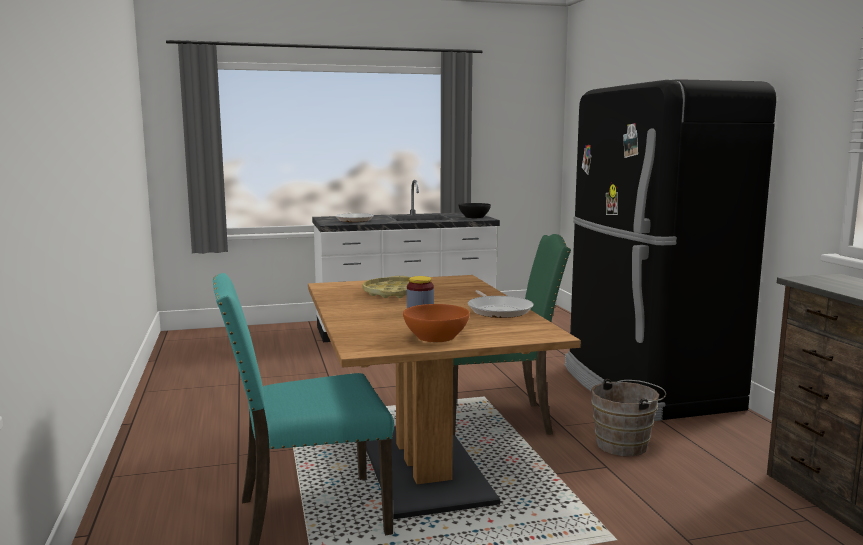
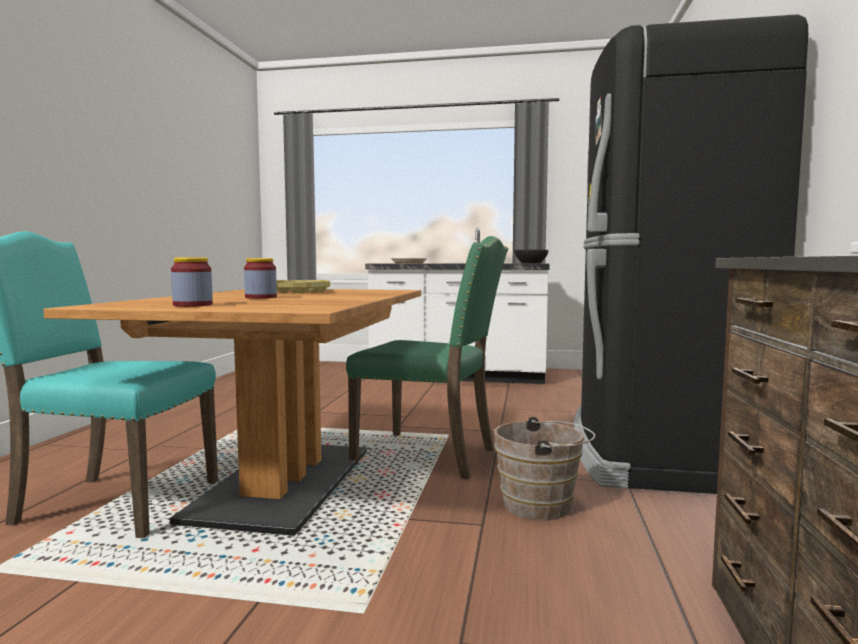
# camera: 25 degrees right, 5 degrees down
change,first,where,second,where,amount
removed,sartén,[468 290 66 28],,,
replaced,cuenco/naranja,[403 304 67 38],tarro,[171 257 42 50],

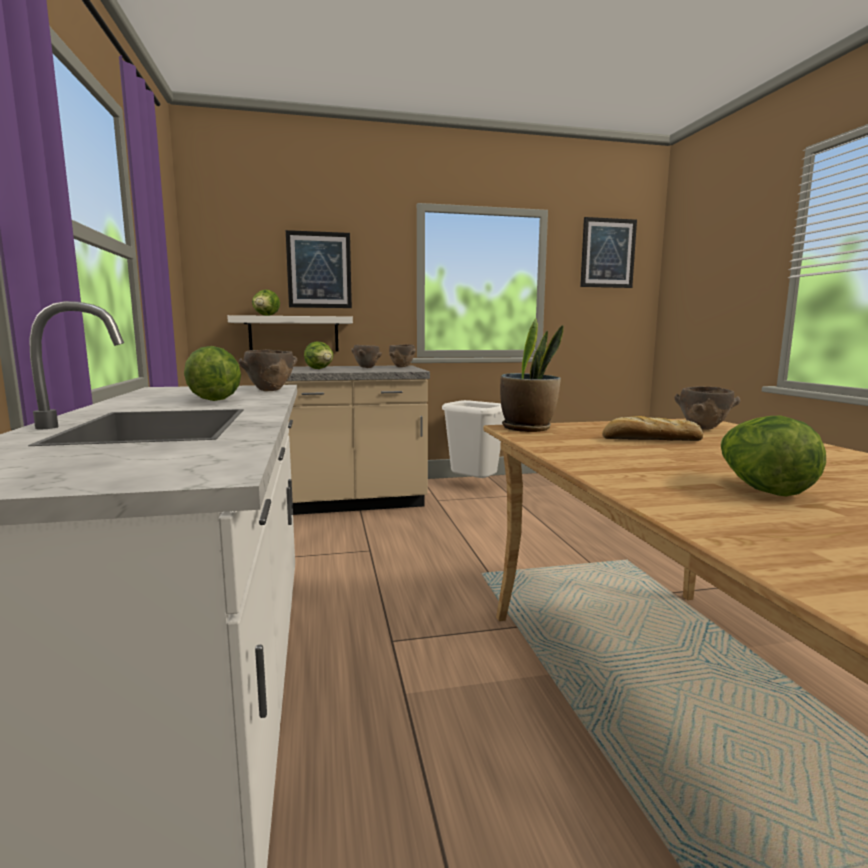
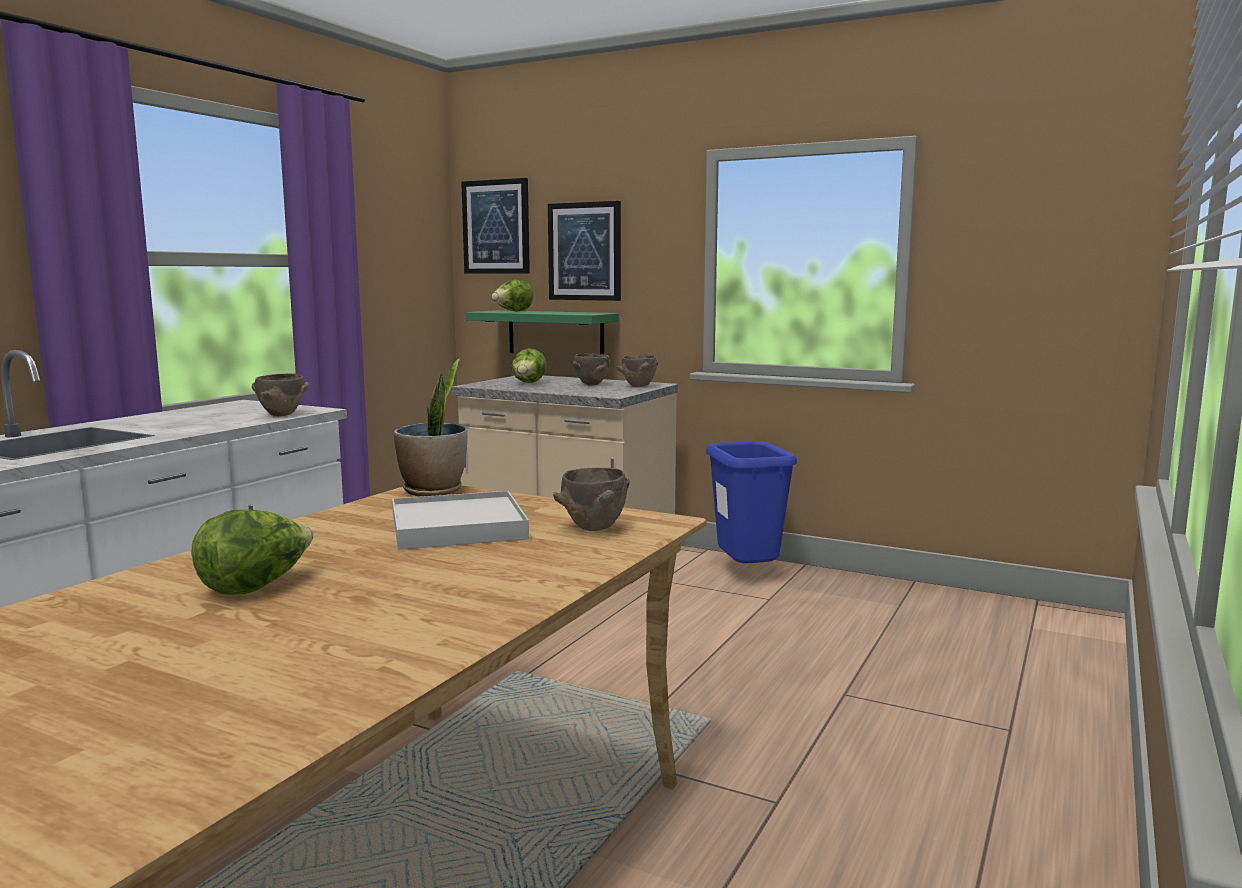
# camera: 40 degrees right, 0 degrees up
change,first,where,second,where,amount
removed,lechuga,[184 346 57 55],,,
moved,cuadro,[580 217 57 71],,[461 178 69 95],
replaced,pan,[602 416 101 25],bandeja/blanco,[392 491 137 59],
recoloured,estante/blanco,[227 315 126 37],estante/verde,[466 310 153 44],
recoloured,papelera/blanco,[442 400 63 78],papelera/azul,[706 441 91 122],

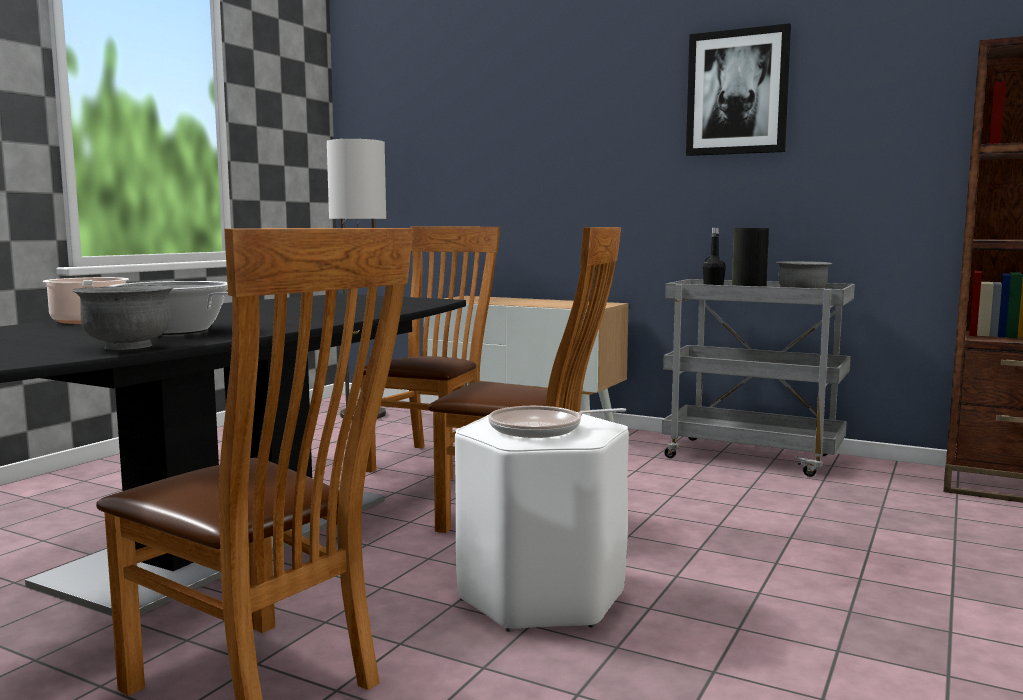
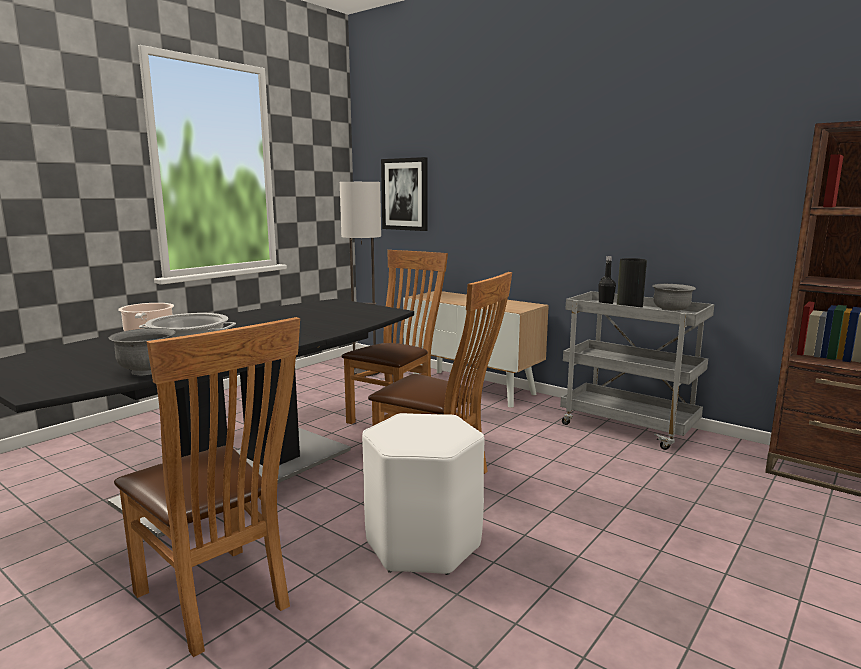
# camera: 10 degrees right, 5 degrees up
change,first,where,second,where,amount
removed,sartén,[488 406 138 32],,,
moved,cuadro,[686 23 105 133],,[381 157 47 74],

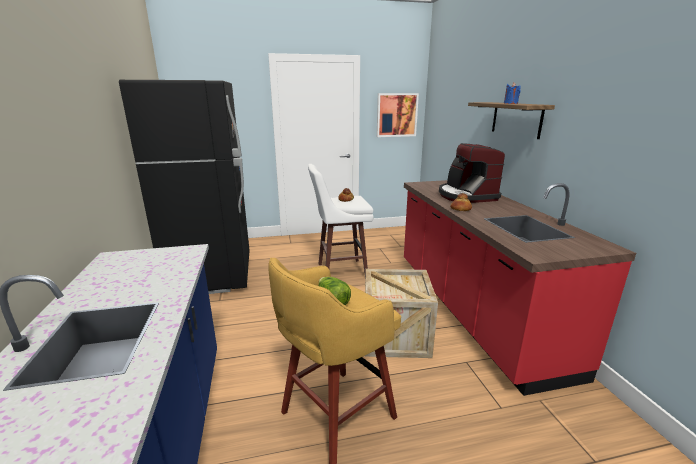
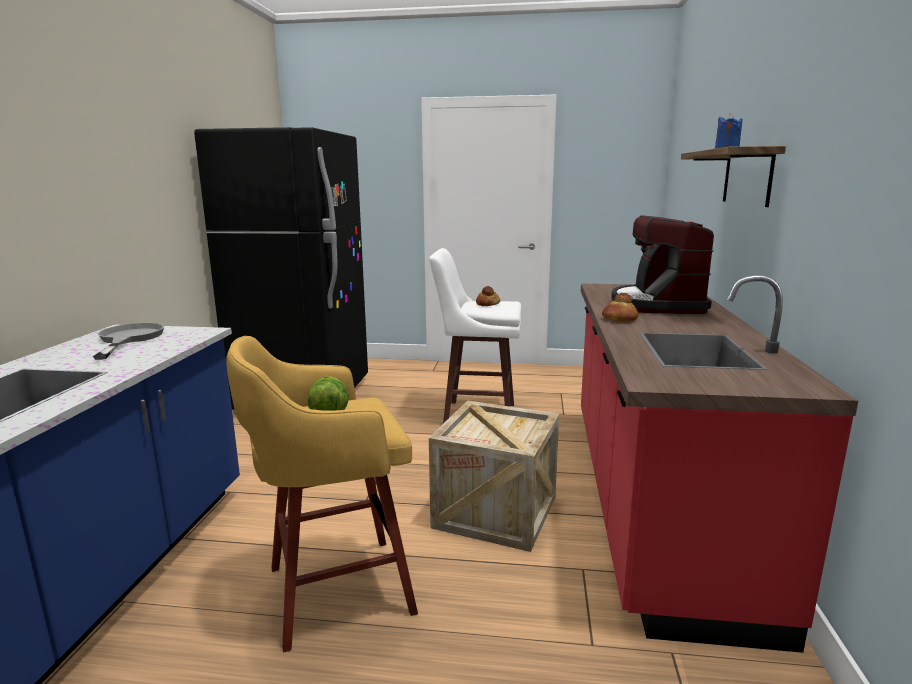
# camera: 20 degrees right, 5 degrees down
change,first,where,second,where,amount
removed,cuadro,[377 93 42 44],,,
added,,,sartén/gris,[93 323 71 37],

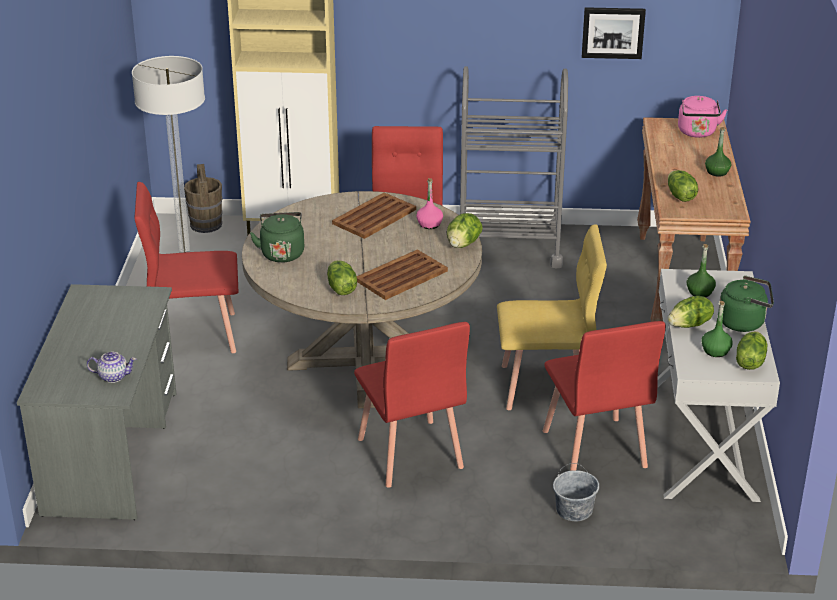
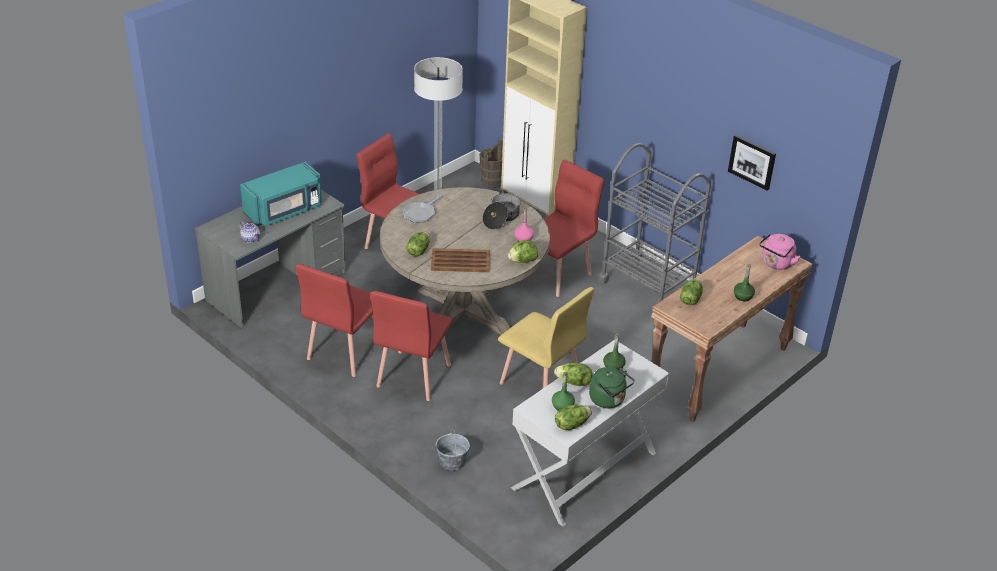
# camera: 40 degrees right, 5 degrees up
change,first,where,second,where,amount
added,,,microondas/turquesa,[240 162 82 64],
moved,silla/rojo,[543 321 123 150],,[296 264 78 113],
replaced,hervidor/verde,[250 212 54 51],sartén,[402 196 39 27],
replaced,bandeja/marrón,[332 192 84 47],olla,[483 190 38 40],

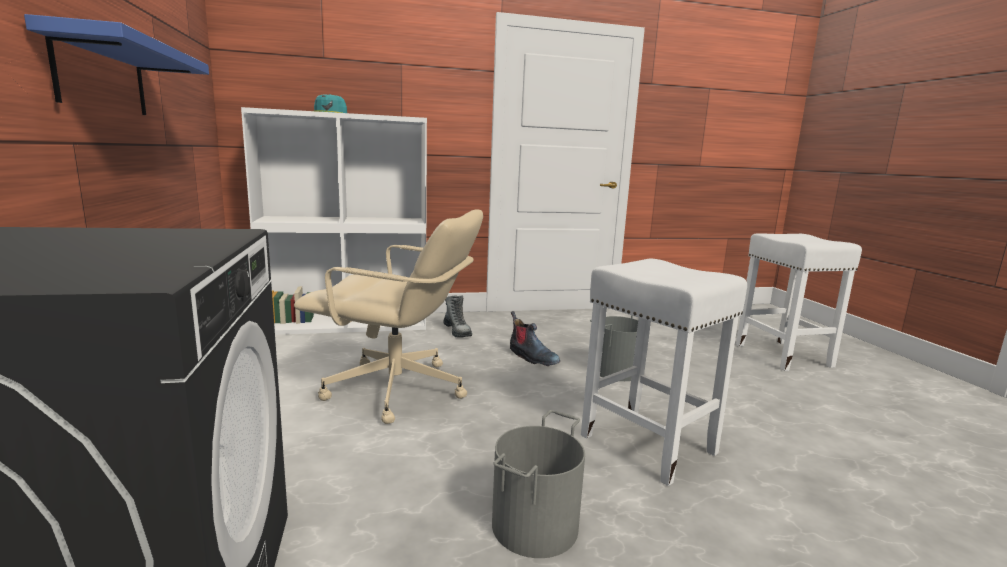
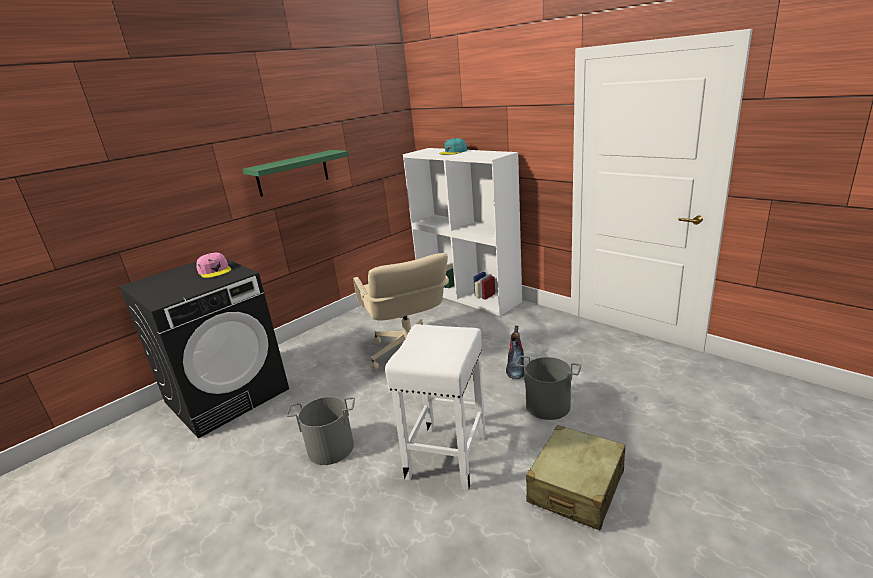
# camera: 60 degrees right, 10 degrees up
change,first,where,second,where,amount
removed,bota,[443 295 29 43],,,
removed,taburete/blanco,[736 233 126 138],,,
added,,,gorra/rosa,[196 253 35 25],
added,,,maleta/beis,[526 425 99 105],
recoloured,estante/azul,[24 14 185 101],estante/verde,[243 150 106 47],

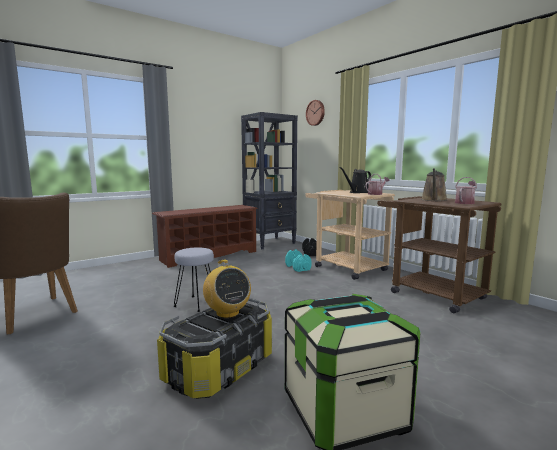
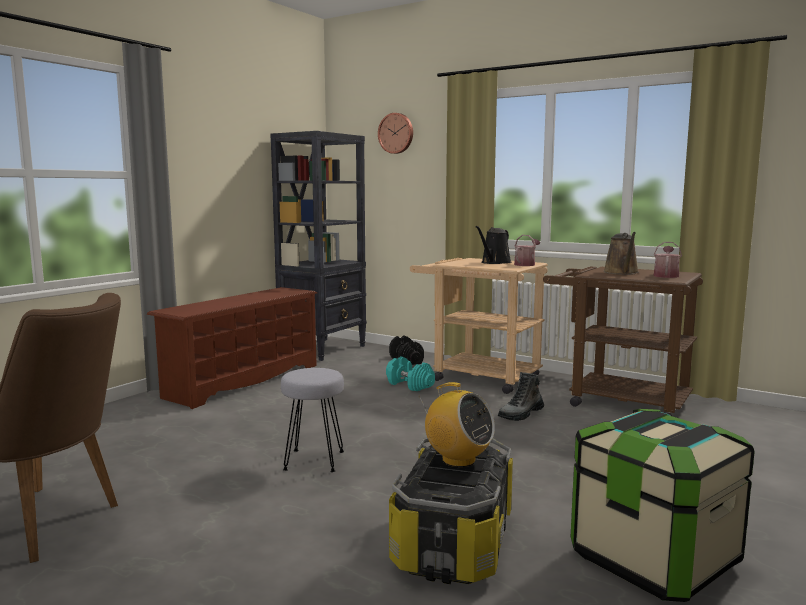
# camera: 20 degrees left, 0 degrees up
change,first,where,second,where,amount
added,,,bota,[498 372 46 49],

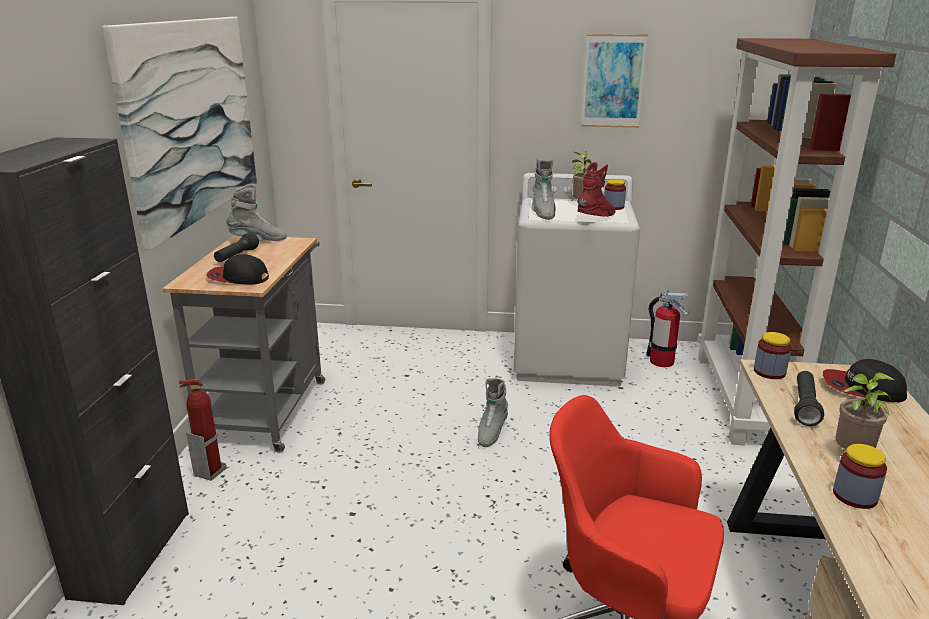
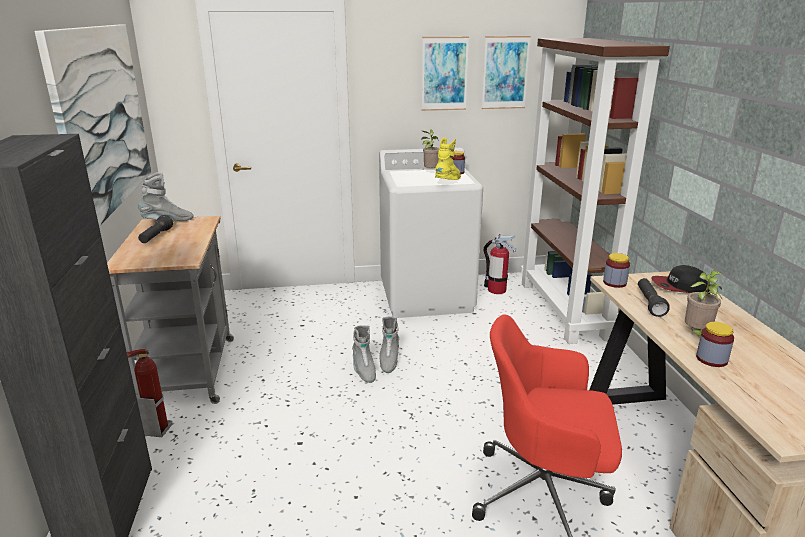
# camera: 15 degrees left, 0 degrees up
change,first,where,second,where,amount
removed,gorra,[206 254 63 30],,,
added,,,cuadro,[482 36 49 73],
moved,bota/gris,[532 159 23 61],,[352 325 24 58],
recoloured,bota/rojo,[577 162 38 55],bota/amarillo,[435 138 26 42],

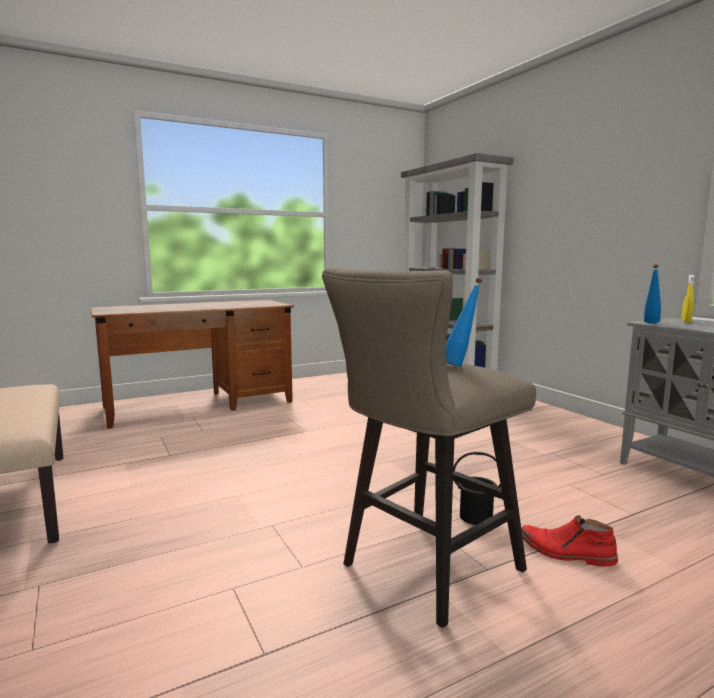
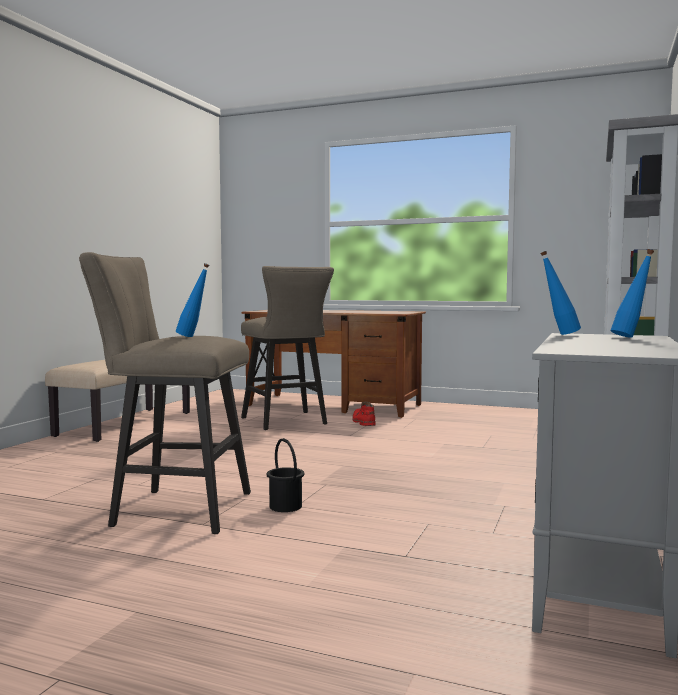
# camera: 50 degrees right, 5 degrees down
change,first,where,second,where,amount
added,,,taburete/beis,[241 266 93 164],
moved,bota/rojo,[521 515 97 52],,[352 402 24 24],
replaced,pulverizador/amarillo,[681 274 13 49],botella/azul,[610 249 44 89],

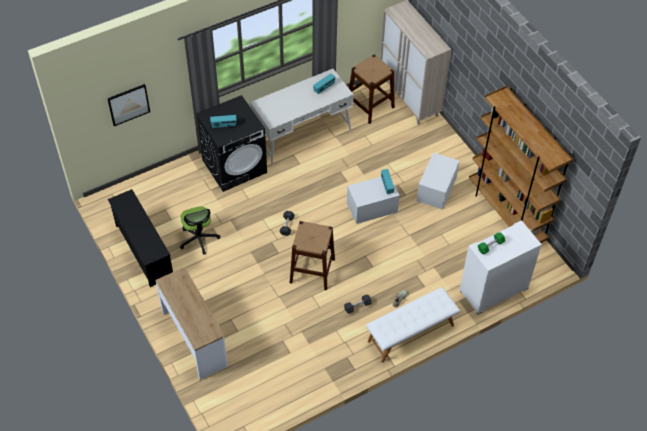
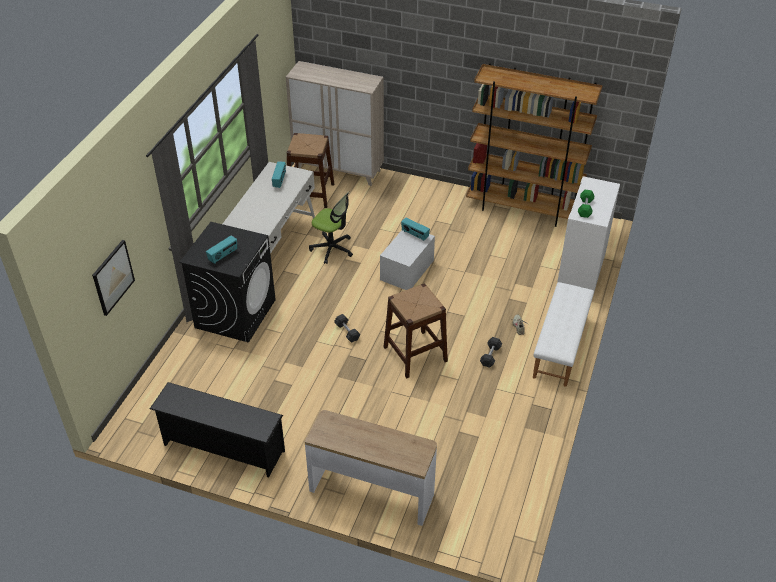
# camera: 40 degrees left, 10 degrees down
change,first,where,second,where,amount
removed,caja de almacenaje/blanco,[417 152 43 58],,,
moved,silla de oficina,[180 206 40 49],,[309 191 44 73],

